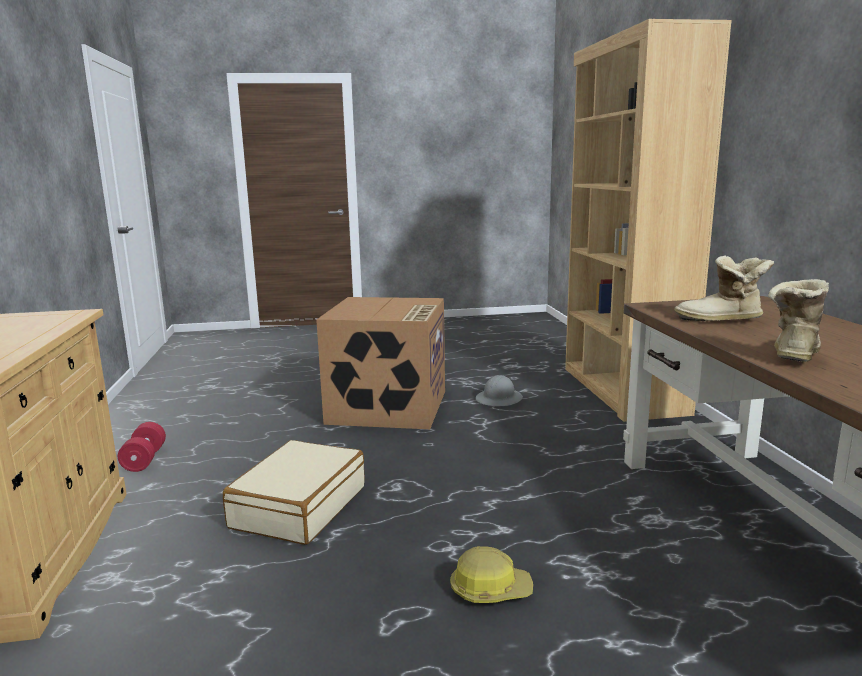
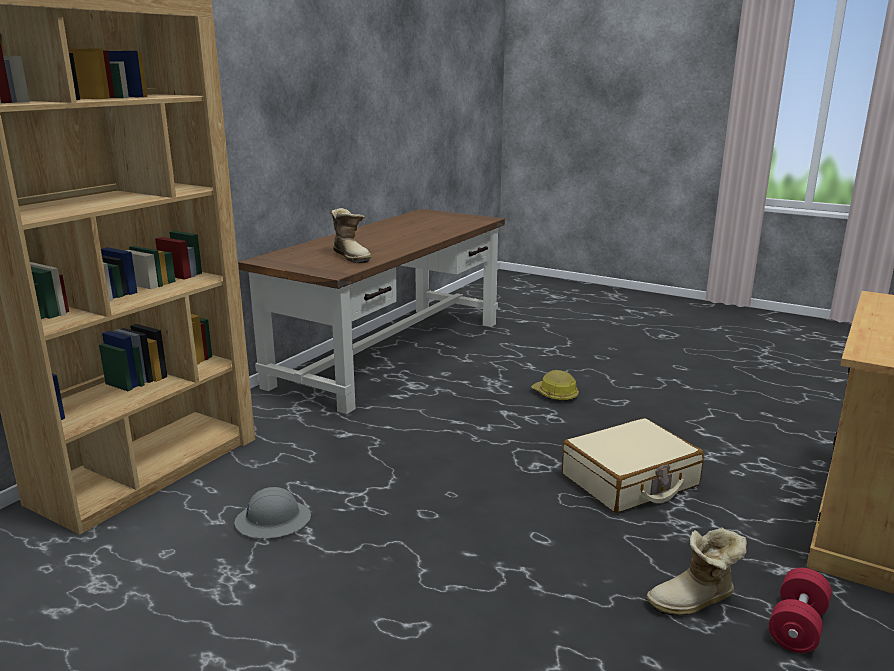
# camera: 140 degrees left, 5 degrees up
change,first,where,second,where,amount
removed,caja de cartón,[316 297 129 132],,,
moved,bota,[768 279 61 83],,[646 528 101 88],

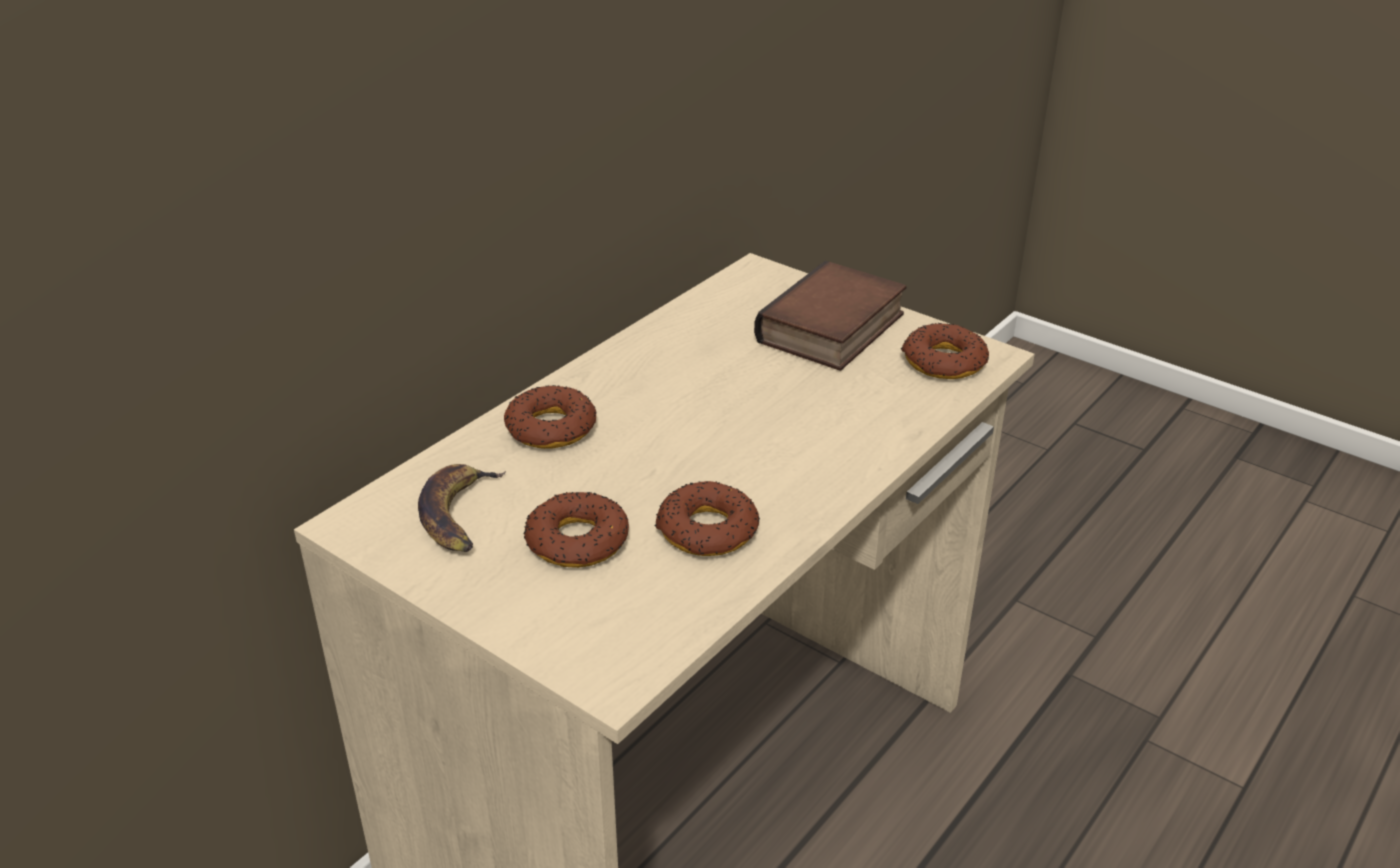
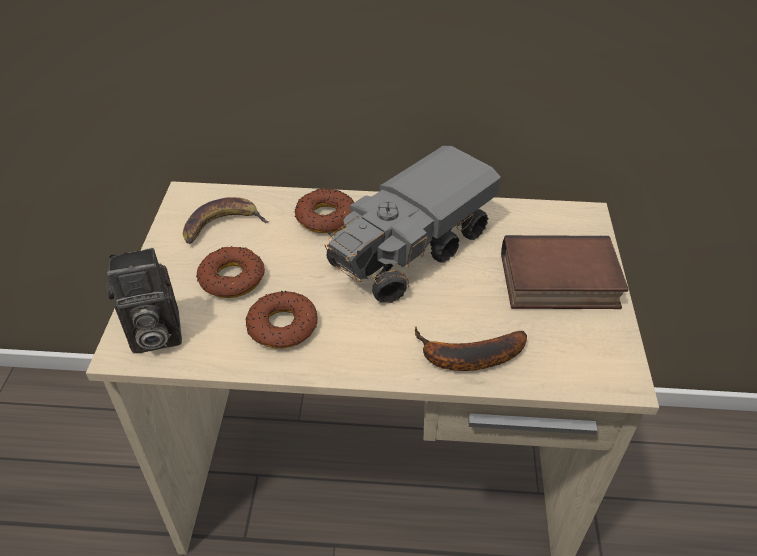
# camera: 55 degrees right, 10 degrees up
change,first,where,second,where,amount
removed,rosquilla,[901 323 88 56],,,
added,,,cámara,[106 248 76 105],
added,,,camión de juguete,[324 146 177 157],
added,,,plátano,[415 326 112 45],

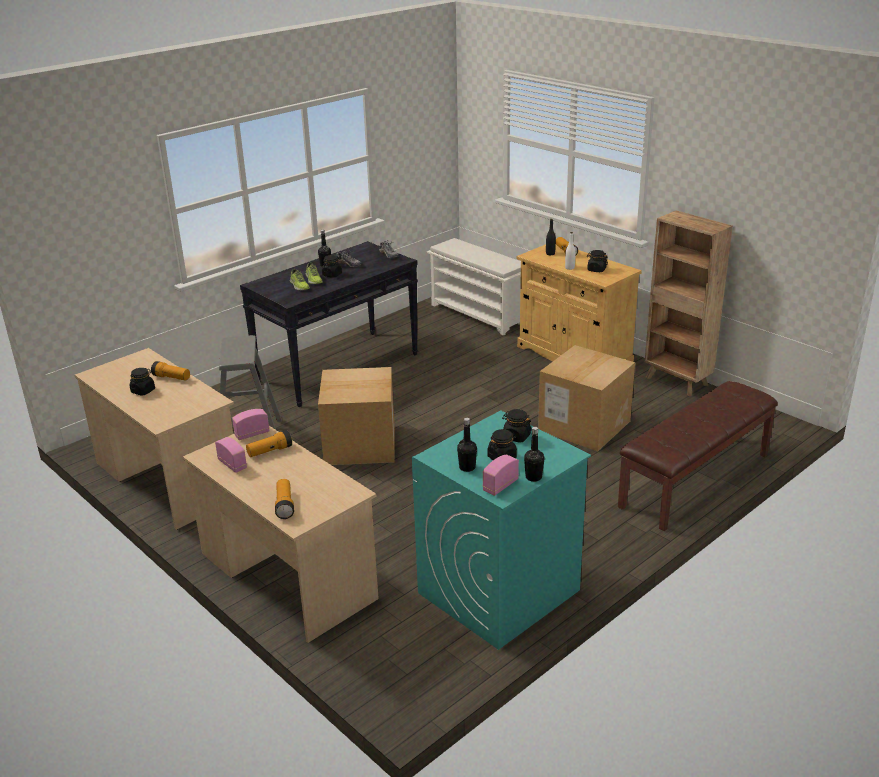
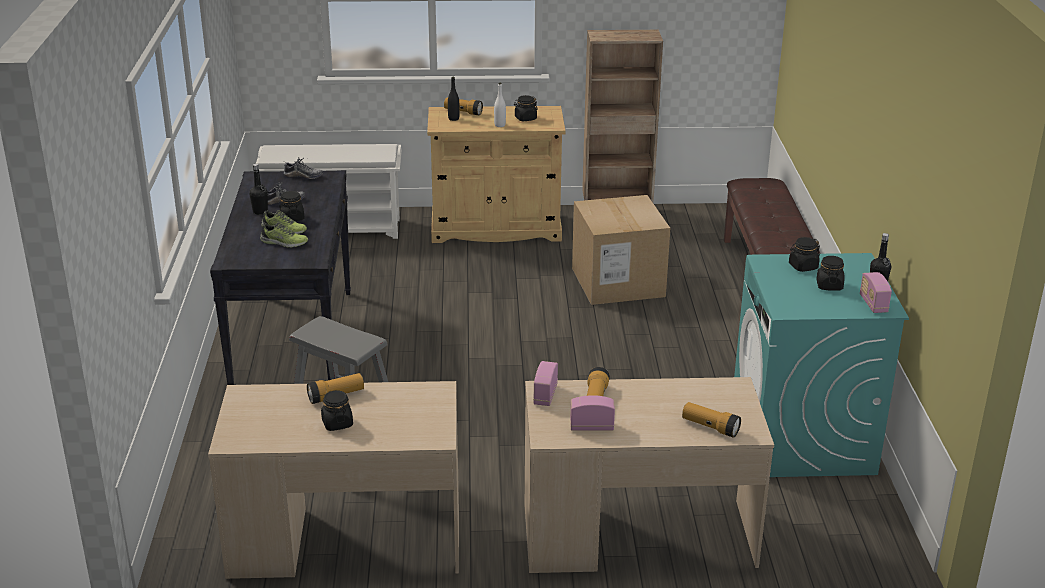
# camera: 50 degrees left, 0 degrees up
change,first,where,second,where,amount
removed,caja de cartón,[318 367 77 98],,,
removed,botella/negro,[457 418 20 54],,,

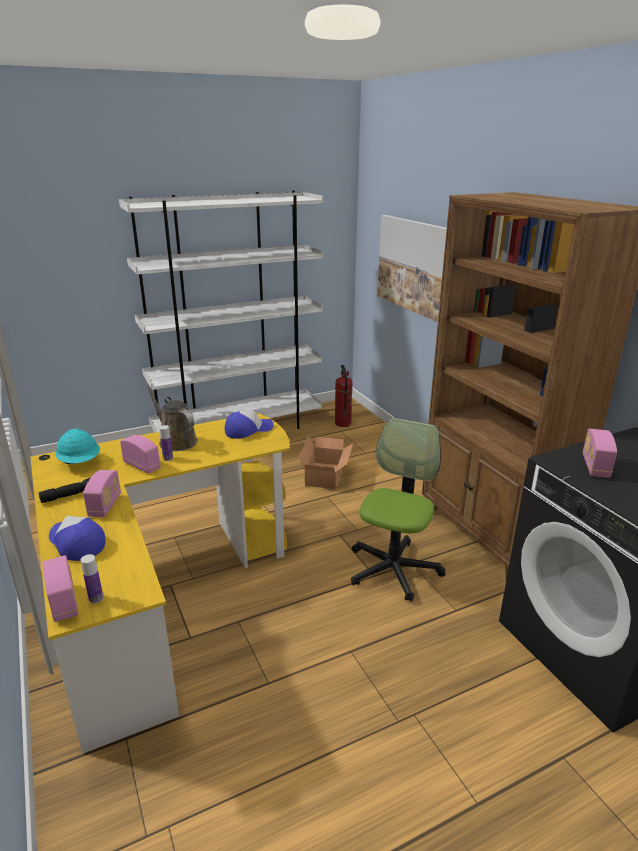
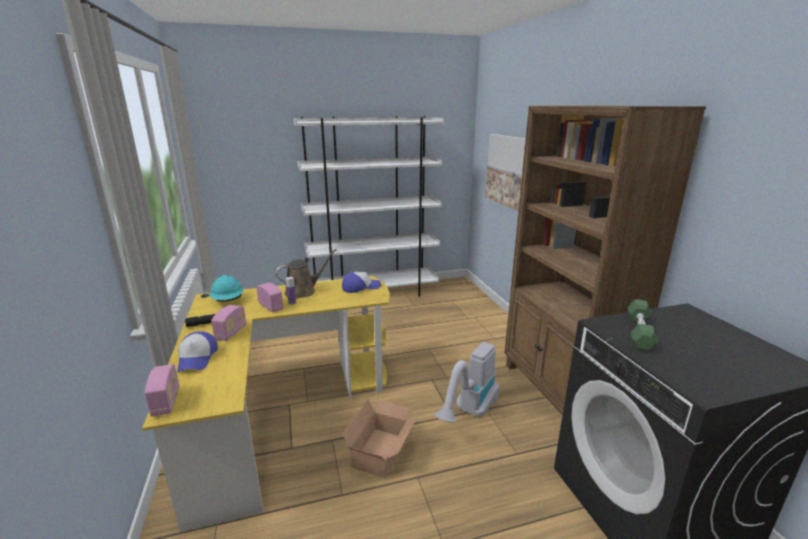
# camera: 10 degrees right, 5 degrees down
change,first,where,second,where,amount
removed,botella,[81 554 23 50],,,
removed,extintor,[335 365 18 62],,,
moved,caja de cartón,[299 436 55 53],,[342 399 77 79],
replaced,silla de oficina,[351 418 95 184],aspiradora,[435 342 64 80],
replaced,radio,[583 429 34 49],mancuerna/verde,[628 299 30 53],
turned,gorra,[49 516 56 45],,[177 331 41 41],150 degrees counterclockwise
turned,regadera/marrón,[144 382 53 69],,[275 249 62 49],90 degrees clockwise

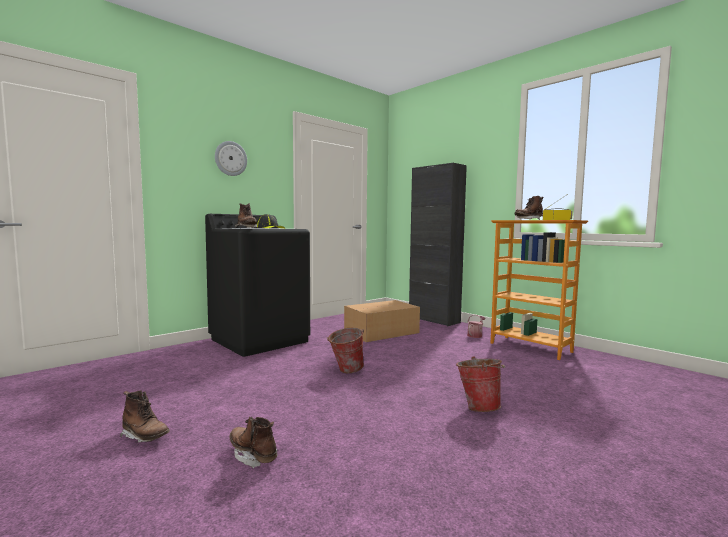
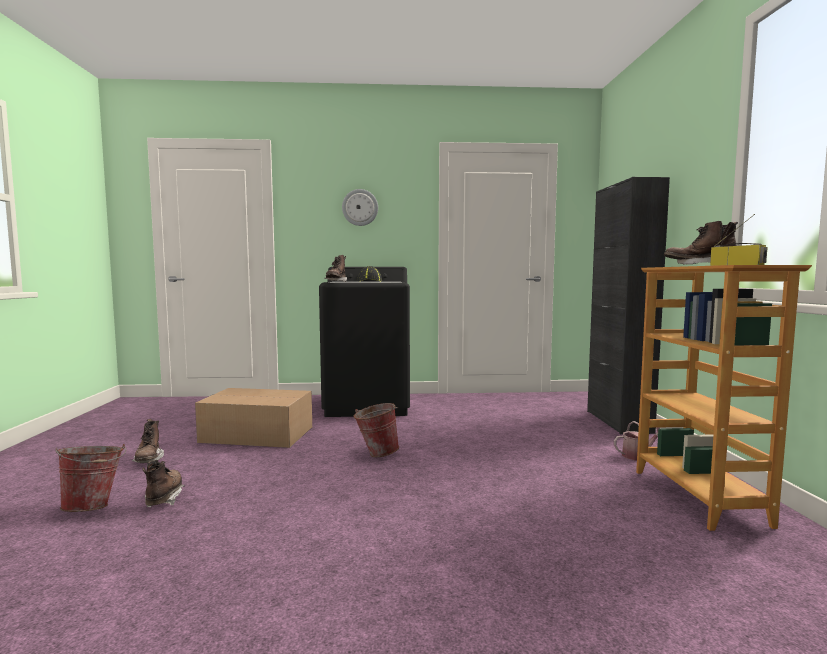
# camera: 40 degrees right, 0 degrees up
change,first,where,second,where,amount
moved,caja de cartón,[344 300 76 42],,[195 388 117 60],
moved,cubo,[456 356 49 56],,[56 444 70 68],

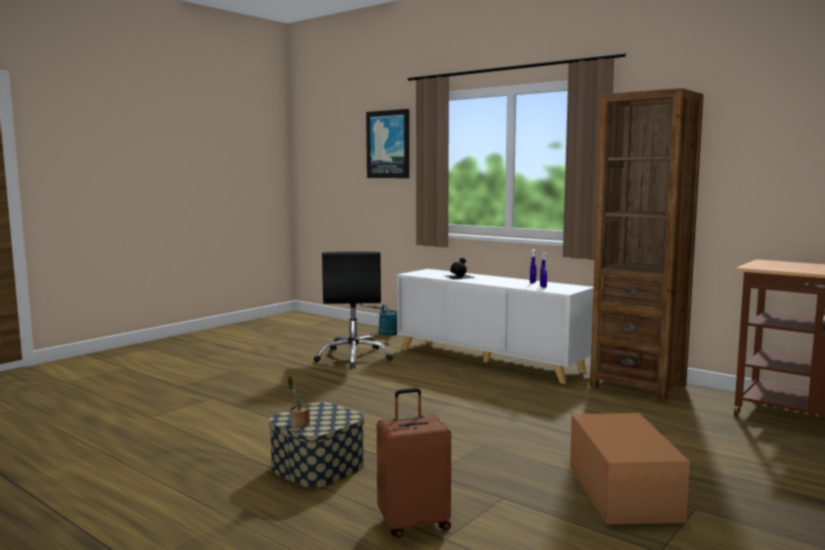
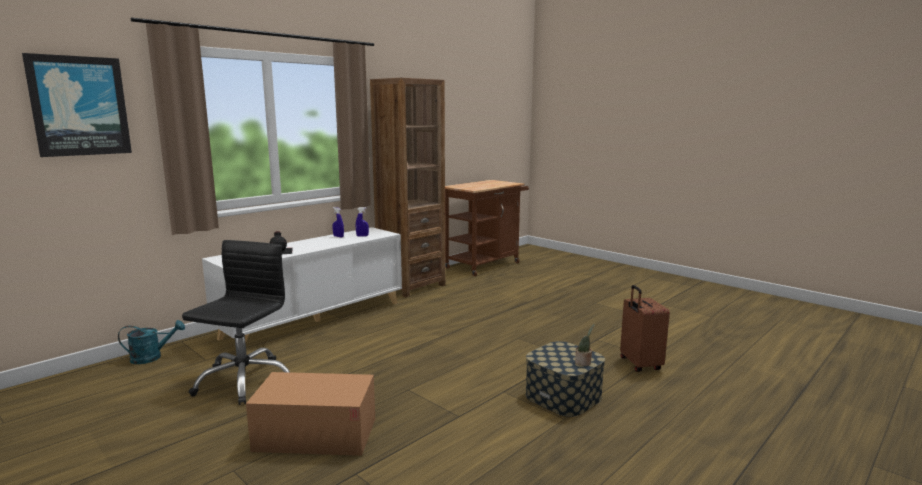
# camera: 85 degrees left, 5 degrees up
change,first,where,second,where,amount
moved,caja de cartón,[570 413 120 112],,[246 372 129 84],
turned,silla de oficina/negro,[314 251 79 118],,[182 240 108 165],75 degrees counterclockwise

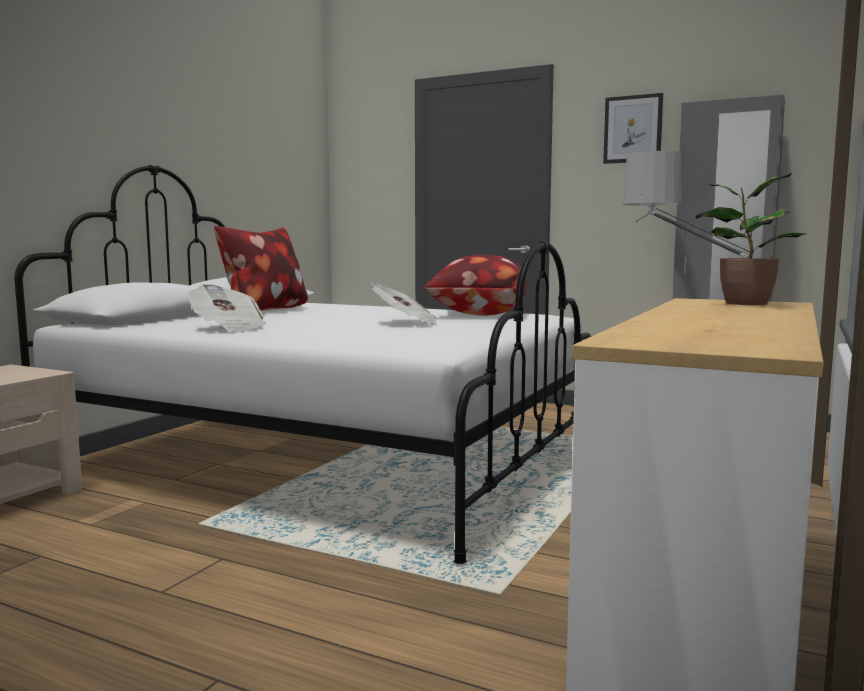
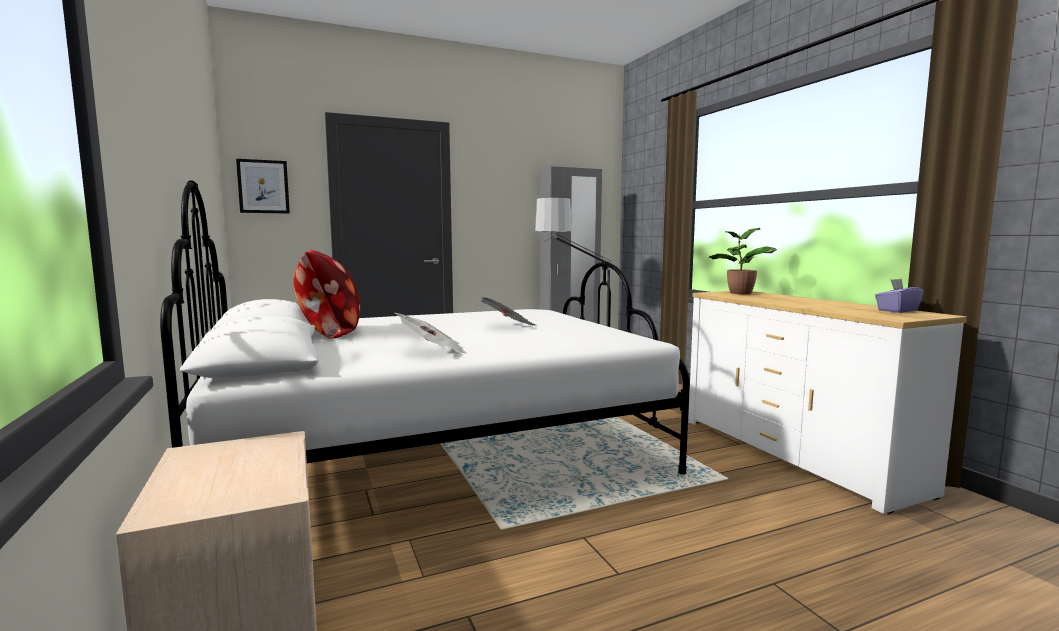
# camera: 50 degrees left, 0 degrees up
change,first,where,second,where,amount
removed,cojín,[424 255 102 61],,,
added,,,caja de pañuelos/morado,[875 279 49 34],
moved,cuadro,[603 93 60 71],,[236 159 54 55],

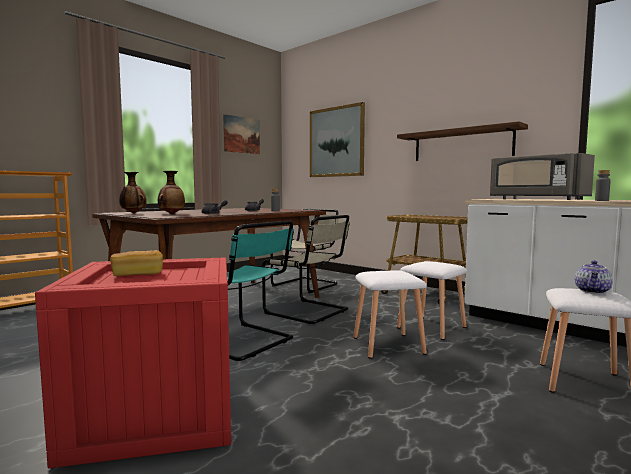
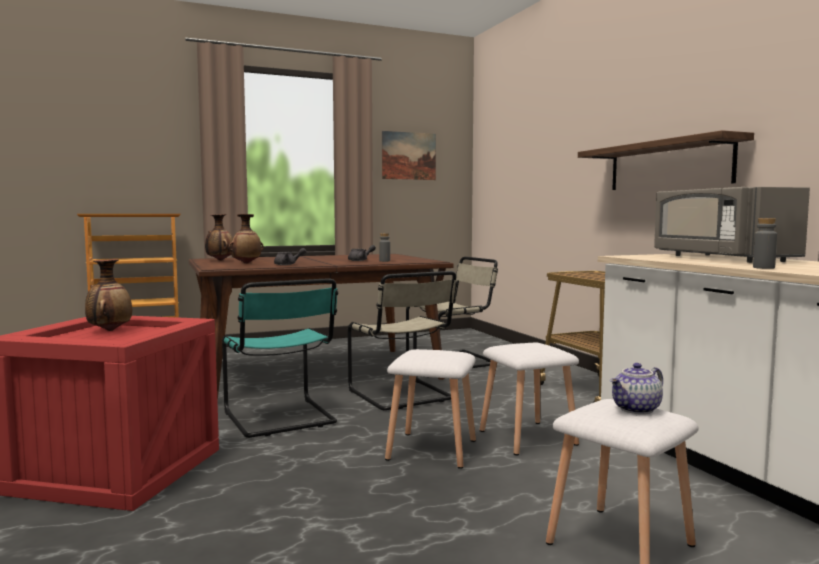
# camera: 25 degrees right, 0 degrees up
change,first,where,second,where,amount
removed,cuadro,[310 102 55 75],,,
replaced,pan,[110 250 53 26],florero,[85 259 47 72],

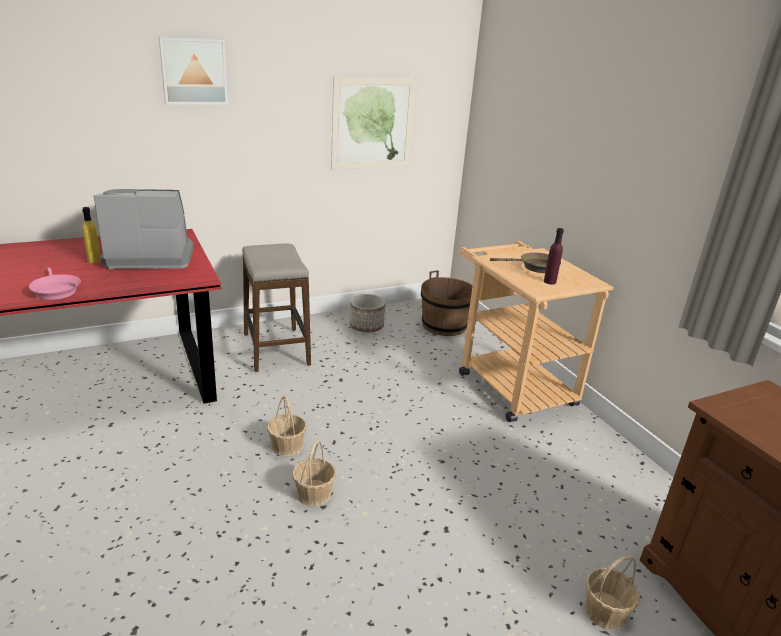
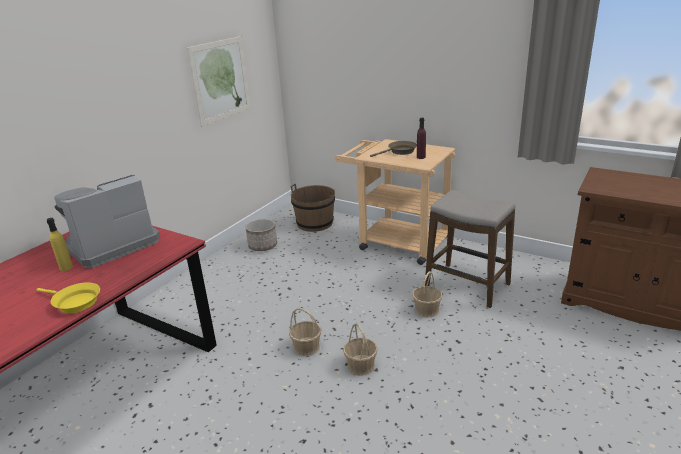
# camera: 30 degrees left, 0 degrees up
change,first,where,second,where,amount
removed,cuadro,[159 37 69 68],,,
moved,taburete,[242 244 69 128],,[425 190 90 118],
moved,cesta,[584 556 56 74],,[412 271 31 47],
recoloured,sartén/rosa,[29 268 52 32],sartén/amarillo,[37 282 63 31],

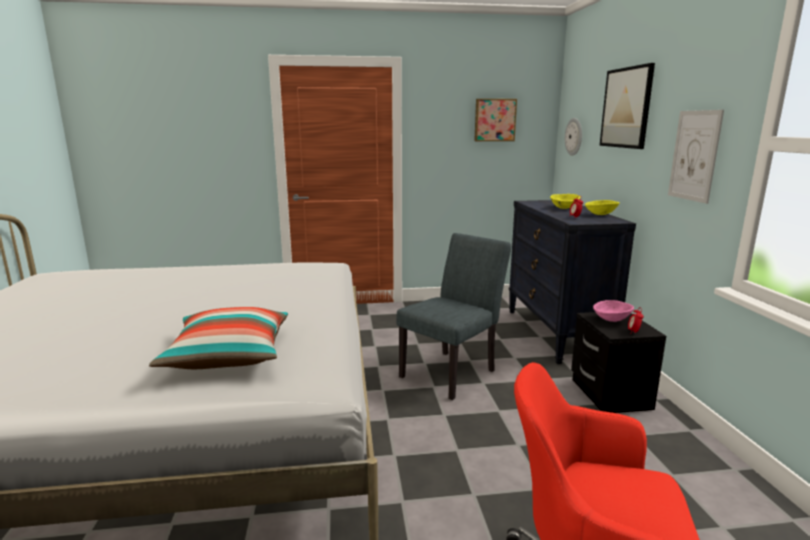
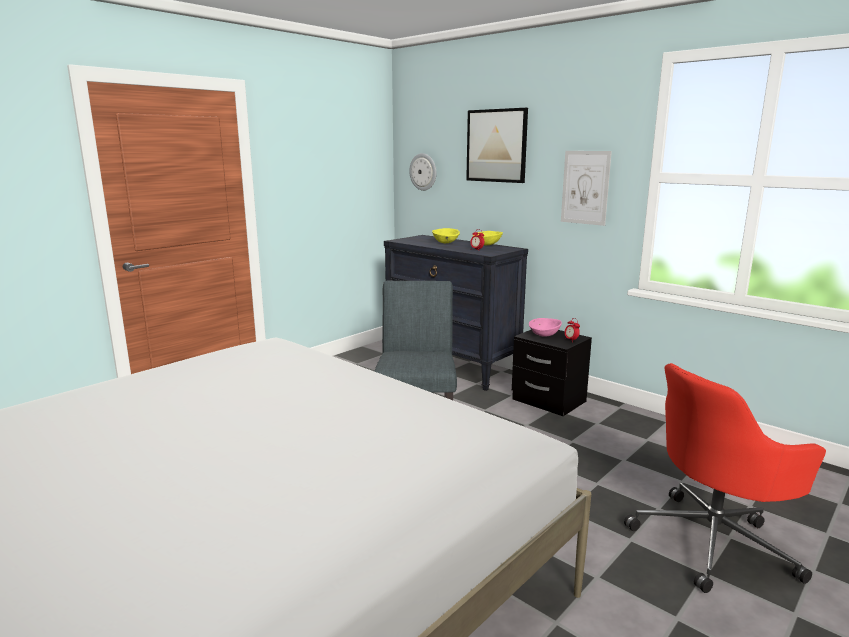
# camera: 40 degrees left, 0 degrees up
change,first,where,second,where,amount
removed,cojín,[149 307 139 62],,,
removed,cuadro,[474 99 43 42],,,

